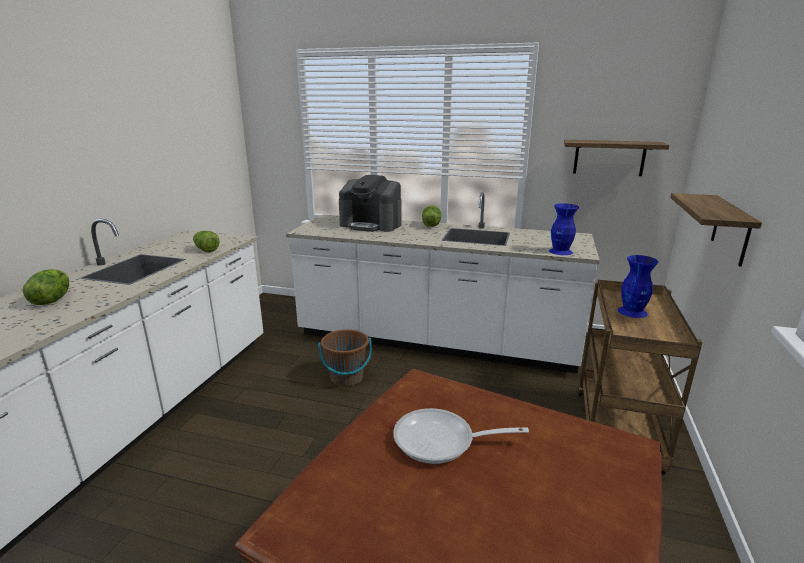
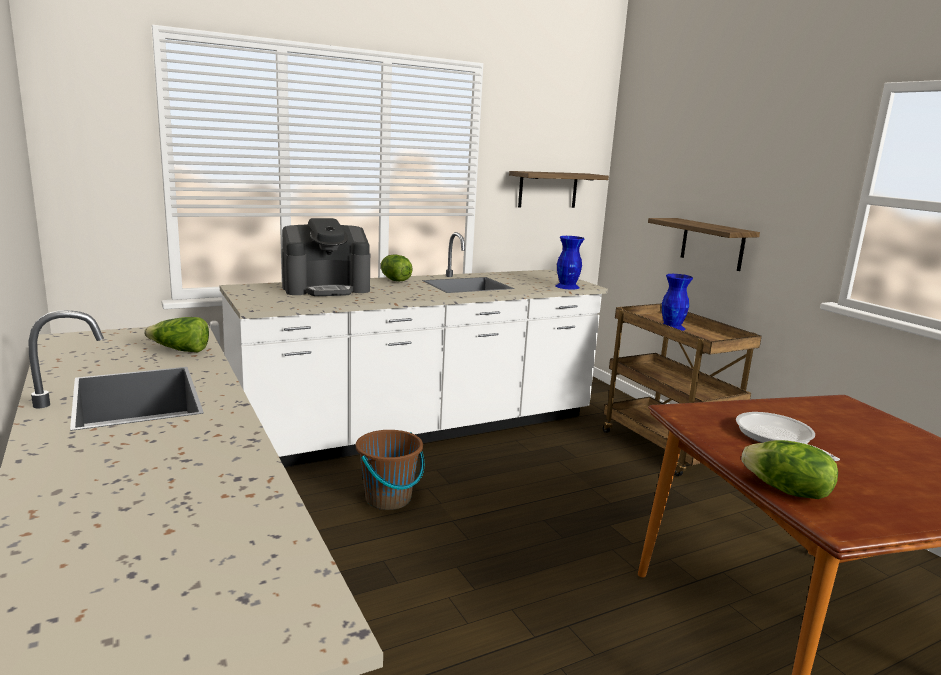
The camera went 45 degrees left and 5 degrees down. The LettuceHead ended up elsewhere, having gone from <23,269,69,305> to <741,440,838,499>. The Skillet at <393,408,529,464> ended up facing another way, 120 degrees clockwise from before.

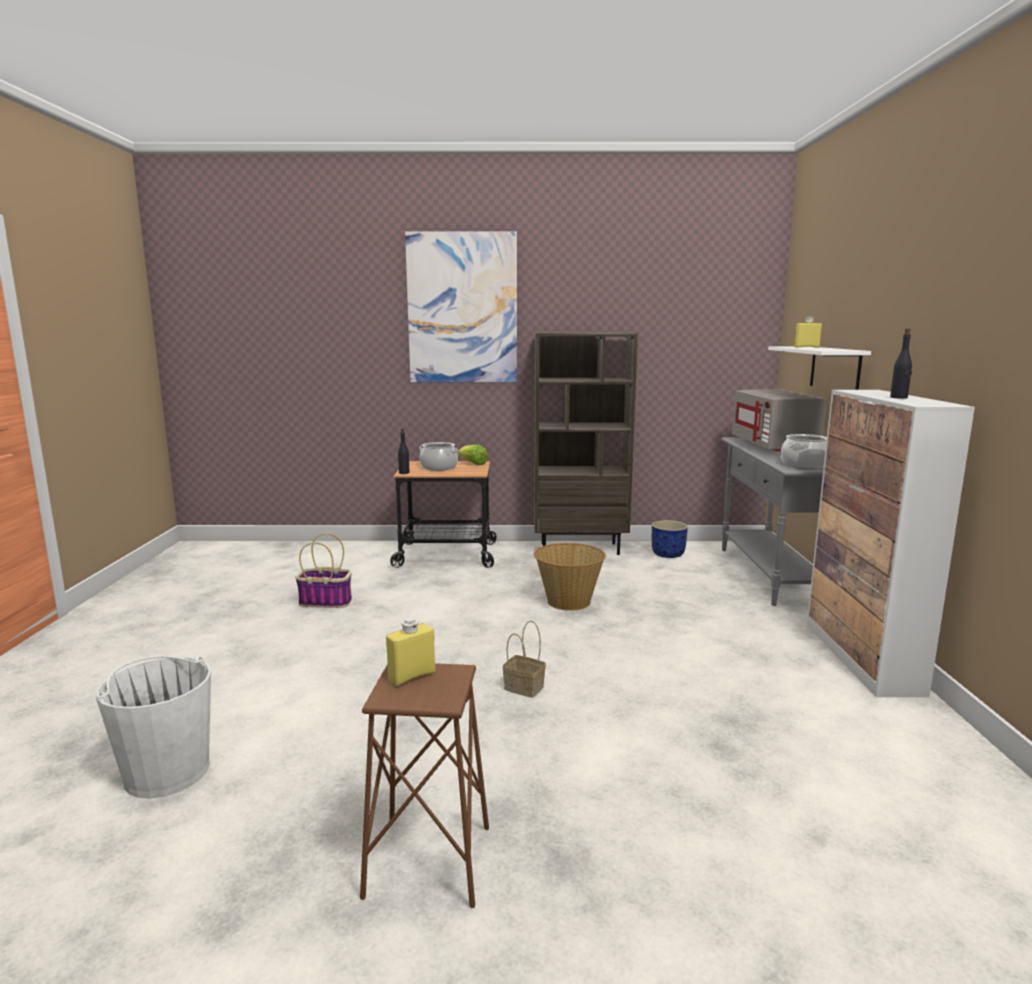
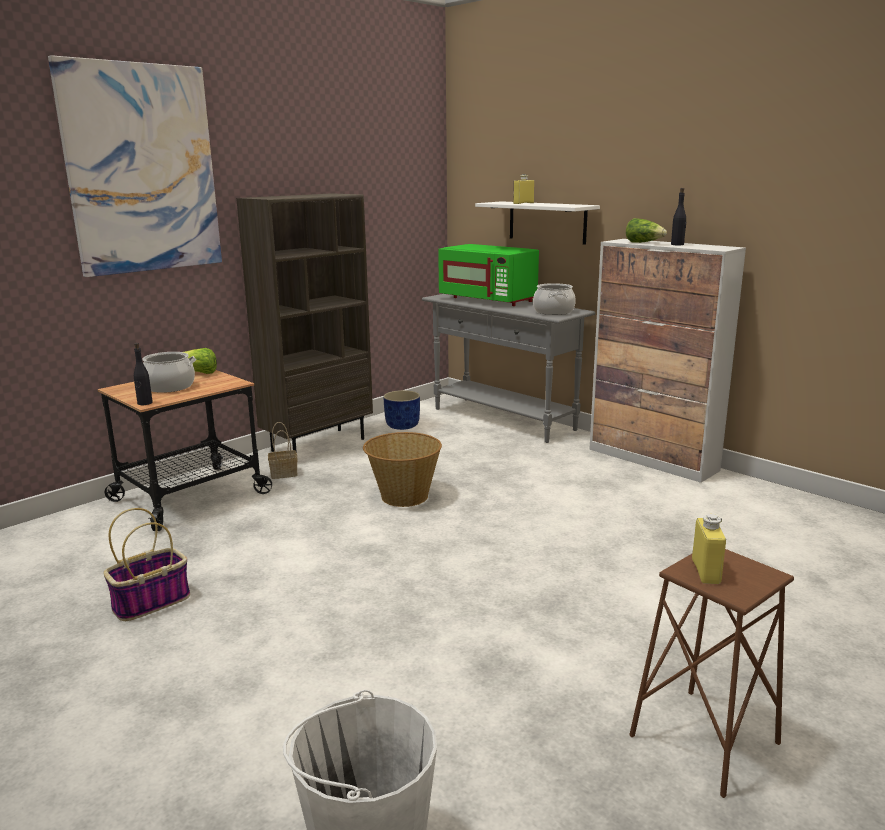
The camera went 45 degrees left and 5 degrees up. The second view gained the LettuceHead at <626,218,667,243>. The Basket ended up elsewhere, having gone from <503,621,546,698> to <268,422,298,479>. What was the GreyishKitchenMicrowave at <732,389,827,455> turned into the GreenishKitchenMicrowave at <438,244,539,306>.

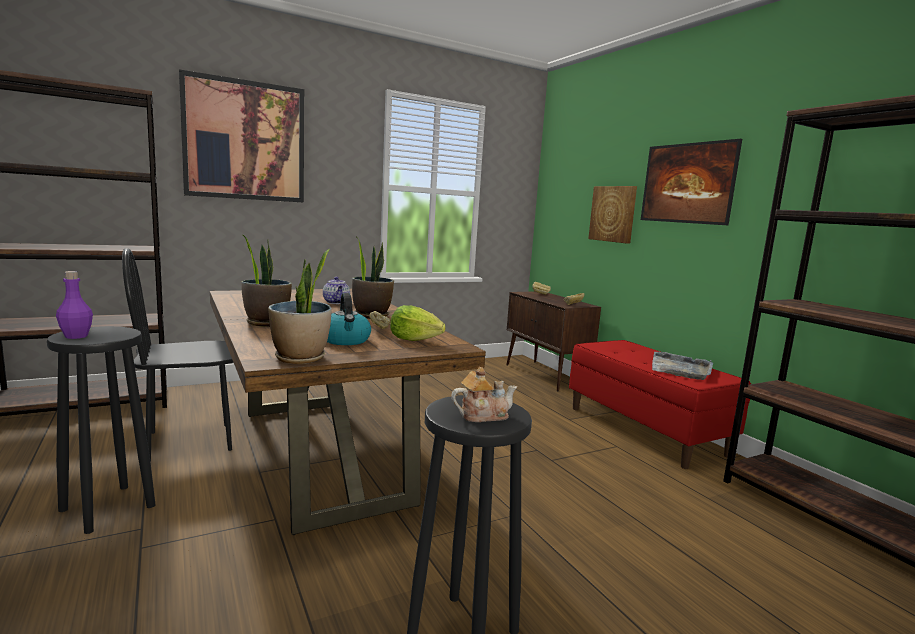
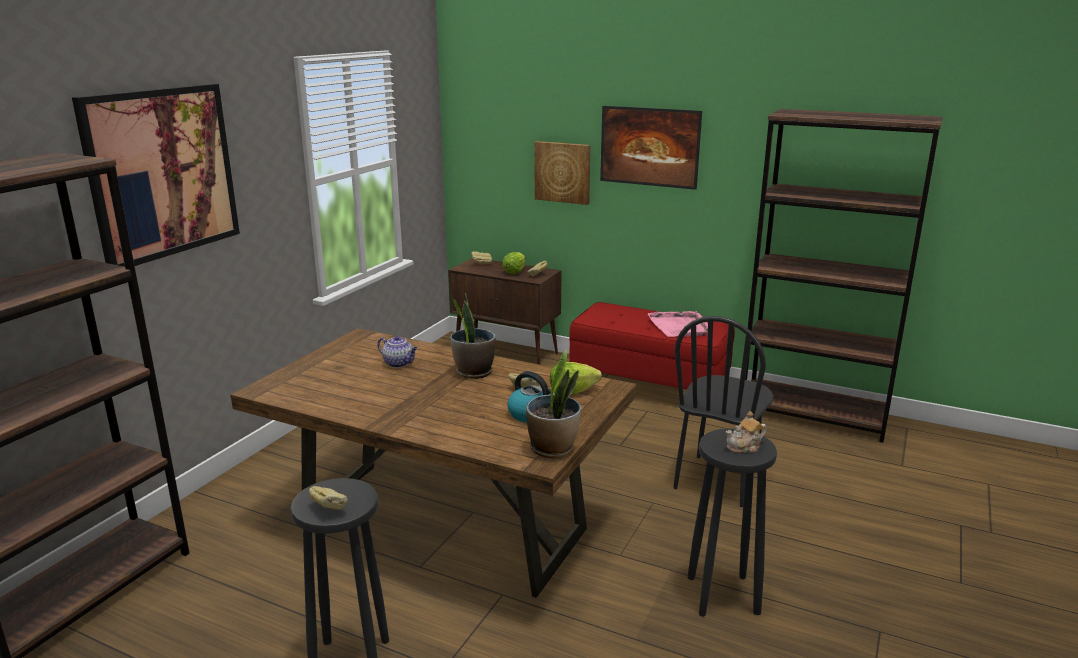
The camera went 35 degrees left and 10 degrees up. The second view lost the PlantInAPot at <241,234,292,327>. The second view gained the LettuceHead at <502,252,525,274>. The BlackColouredChair ended up elsewhere, having gone from <122,248,233,462> to <673,316,773,507>. Where the PurpleColouredBottle stood at <56,271,93,339>, the Bread came to stand at <309,486,348,510>. What was the GreyishTray at <652,352,713,380> turned into the PinkishTray at <648,311,708,337>. The Teapot at <451,367,517,422> ended up facing another way, 150 degrees counterclockwise from before.

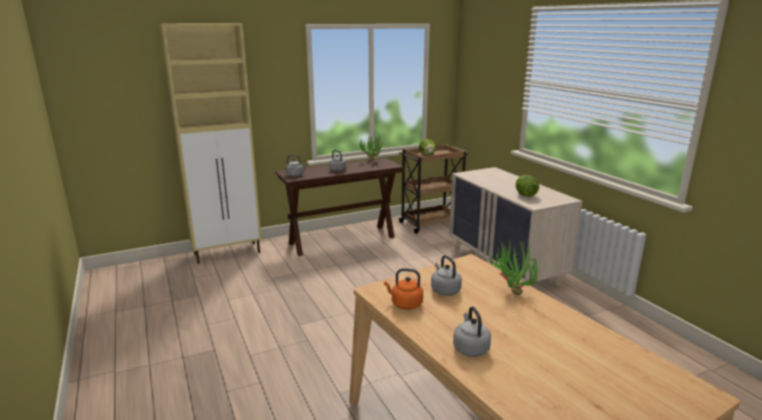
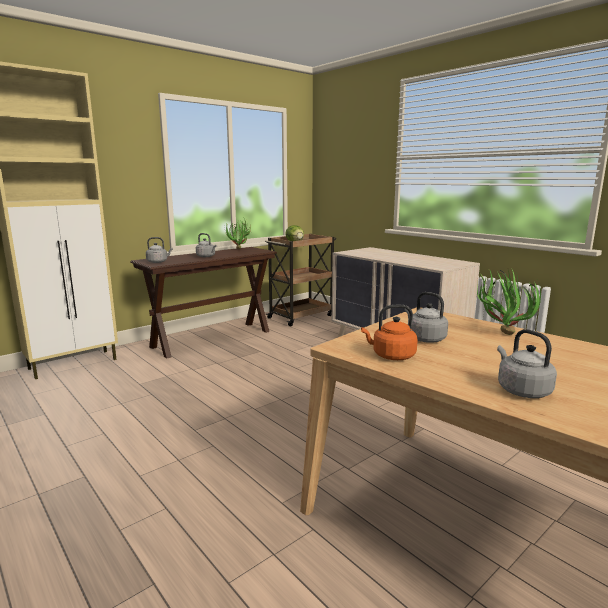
The camera went 15 degrees left and 5 degrees down. The second view lost the LettuceHead at <516,175,539,197>.

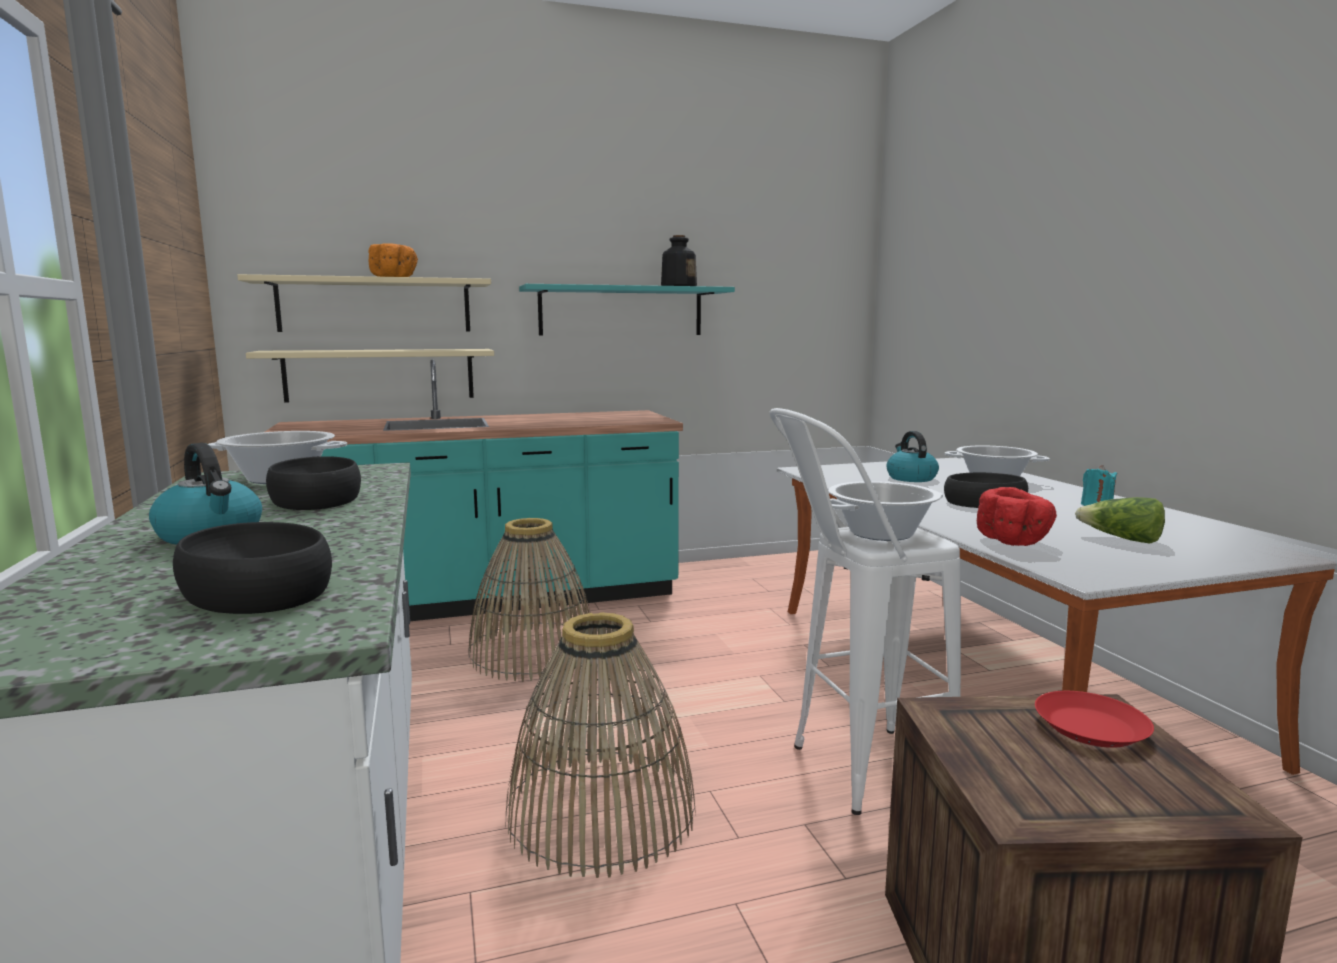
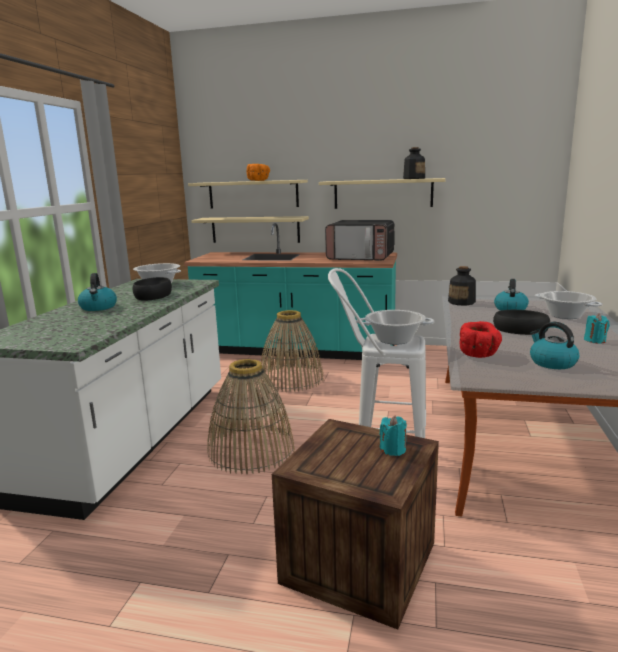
The camera went 30 degrees right and 5 degrees up. The second view lost the BlackColouredServingBowl at <173,522,332,614>. The second view gained the KitchenMicrowave at <325,220,395,261>. The second view gained the Bottle at <448,266,476,305>. Where the ReddishDinnerPlate stood at <1035,691,1154,748>, the TurquoiseWaxCandle came to stand at <380,415,407,456>. Where the LettuceHead stood at <1075,497,1165,544>, the Kettle came to stand at <530,322,579,369>. What was the TurquoiseShelf at <519,284,735,336> turned into the BeigeShelf at <319,178,446,209>.

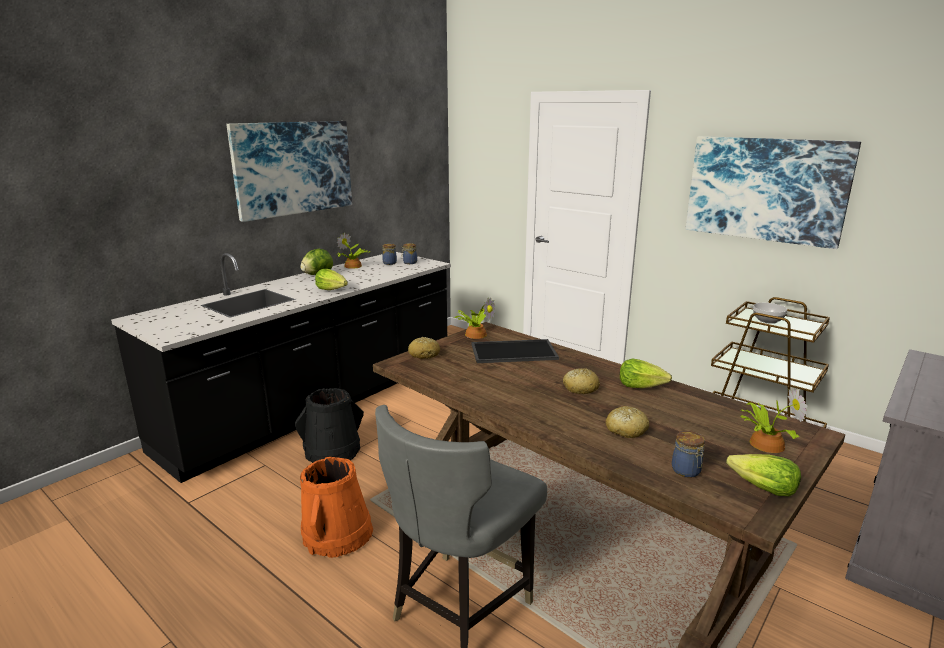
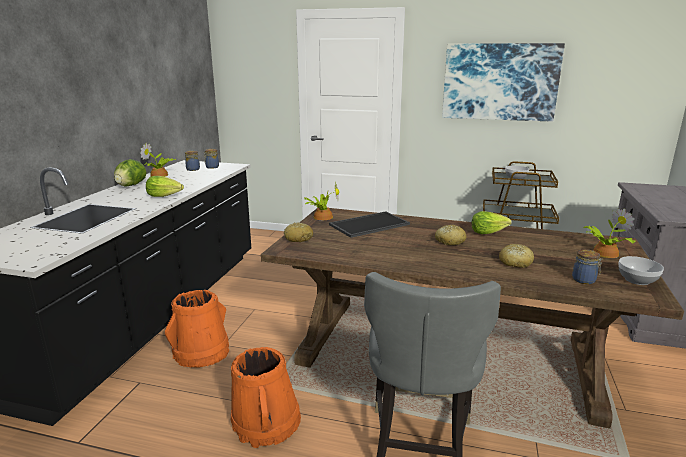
The camera went 25 degrees left and 0 degrees up. The second view lost the WallPicture at <226,121,352,222>. Where the LettuceHead stood at <726,454,801,496>, the ServingBowl came to stand at <618,256,664,285>. What was the BlackColouredPail at <295,388,364,463> turned into the OrangeColouredPail at <165,290,229,368>.

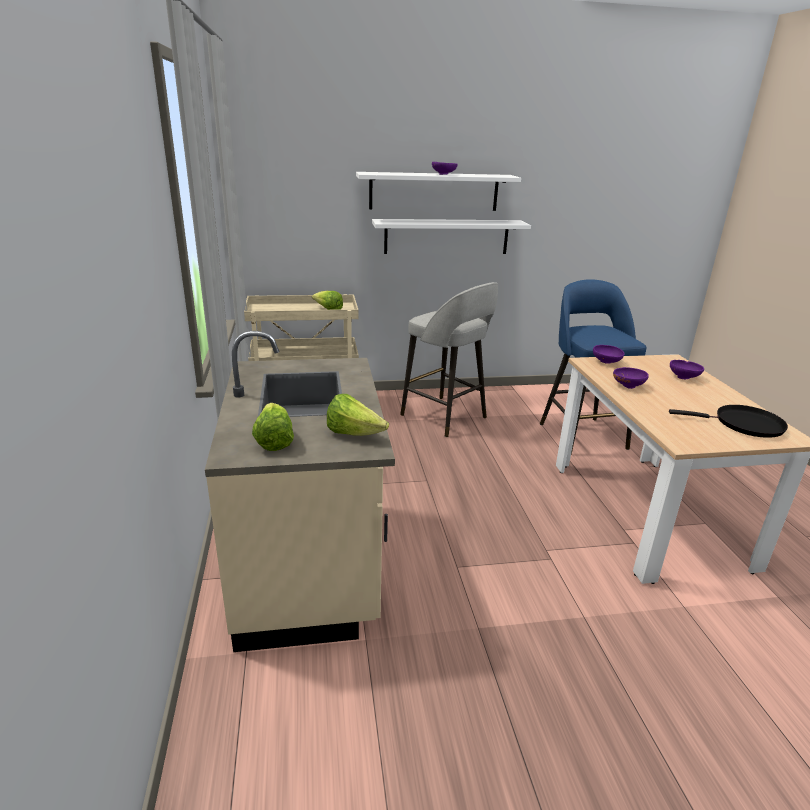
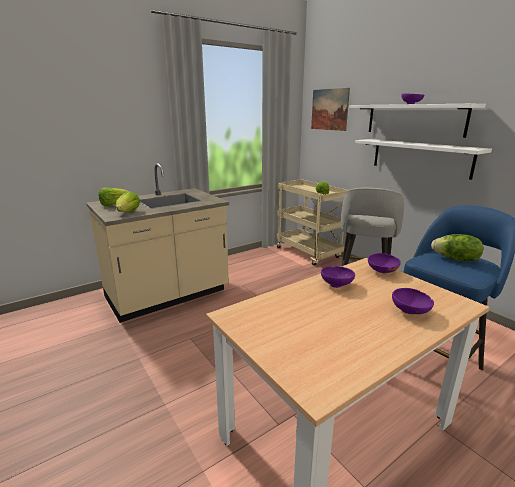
The camera went 65 degrees right and 5 degrees down. The second view lost the BlackColouredSkillet at <669,405,788,438>. The second view gained the WallPicture at <311,88,350,131>. The second view gained the LettuceHead at <431,234,483,261>.

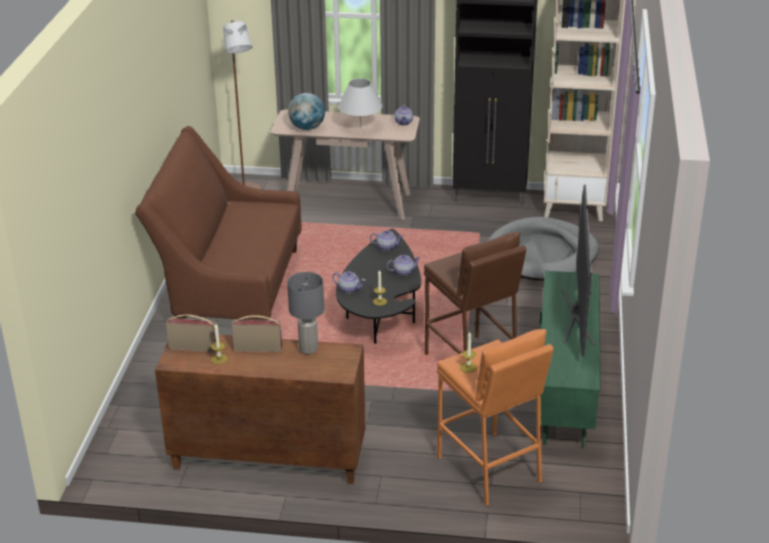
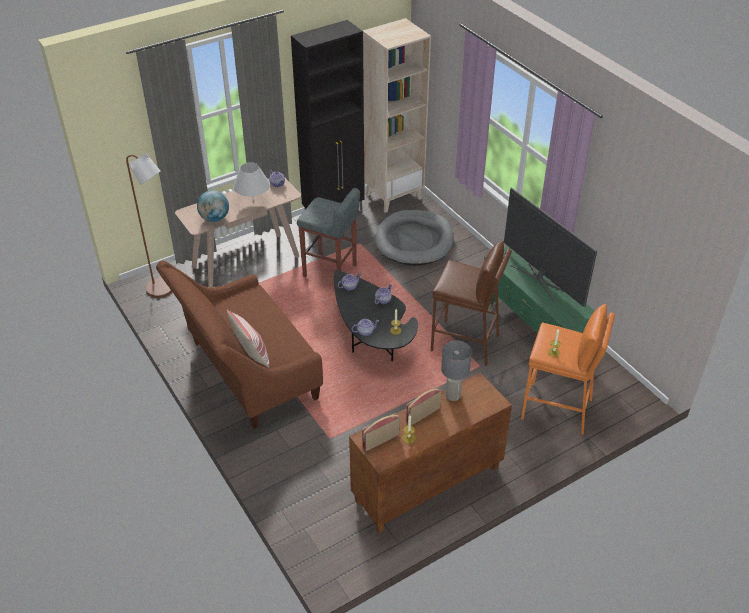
The camera went 40 degrees left and 10 degrees up. The second view gained the ThrowPillow at <227,310,270,368>. The second view gained the GreyishStool at <297,188,360,277>.

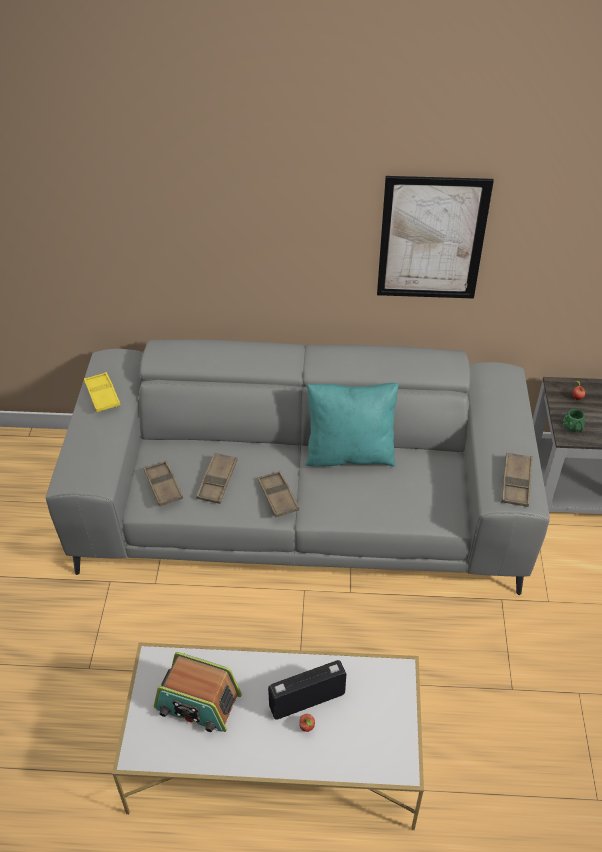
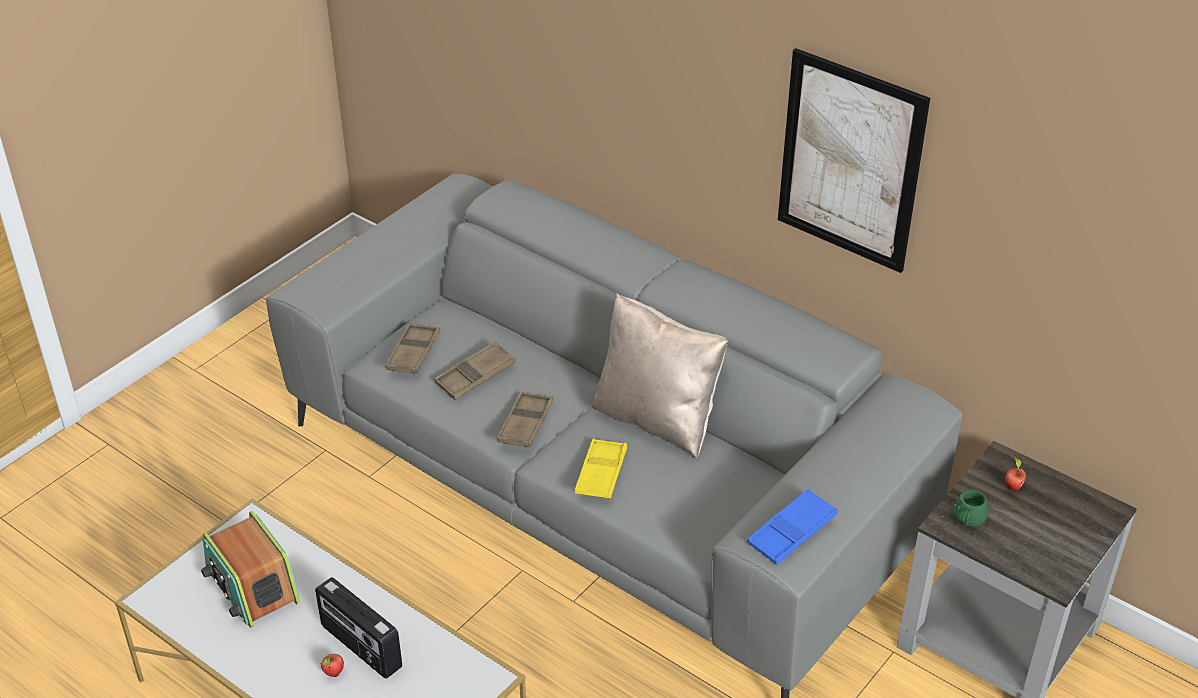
The camera went 35 degrees right and 5 degrees down. The YellowishTray ended up elsewhere, having gone from <84,372,120,412> to <575,439,627,498>. What was the TurquoiseThrowPillow at <305,383,399,467> turned into the BeigeThrowPillow at <591,293,728,459>. What was the BrownTray at <501,452,533,507> turned into the BlueColouredTray at <747,489,838,565>. The Radio at <268,660,346,720> ended up facing another way, 150 degrees counterclockwise from before.

